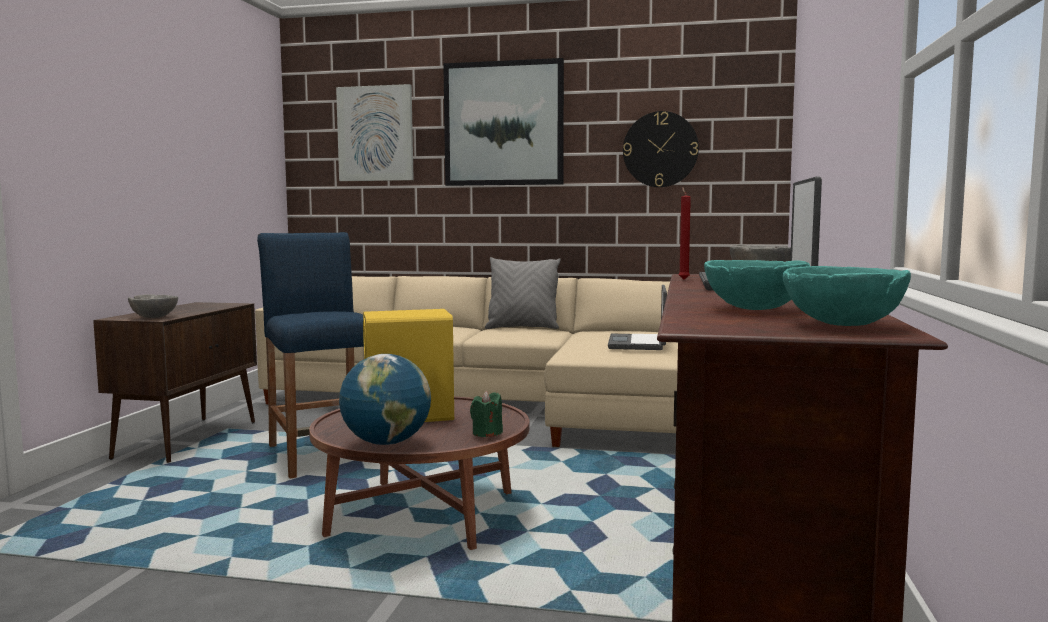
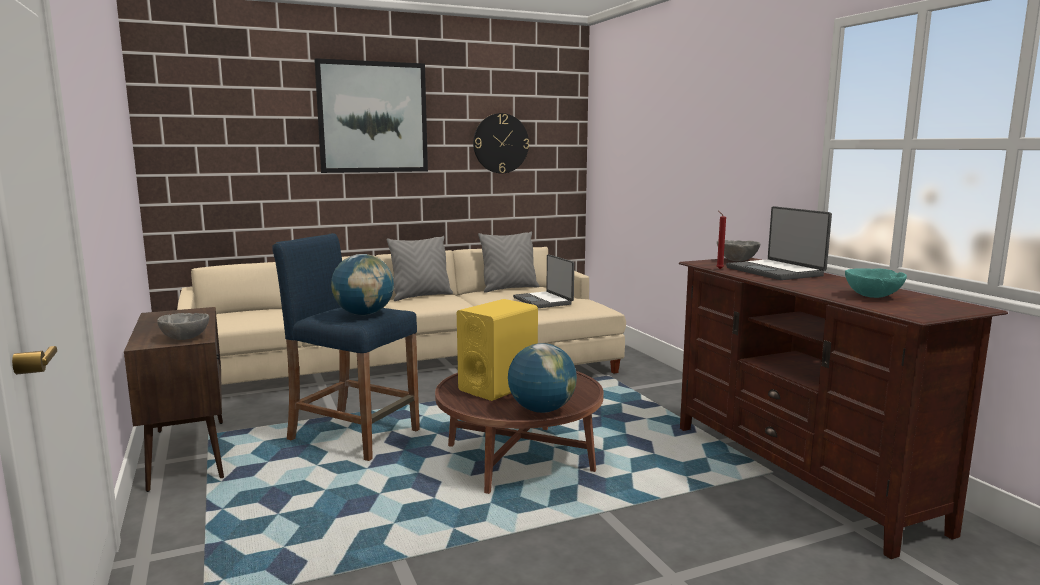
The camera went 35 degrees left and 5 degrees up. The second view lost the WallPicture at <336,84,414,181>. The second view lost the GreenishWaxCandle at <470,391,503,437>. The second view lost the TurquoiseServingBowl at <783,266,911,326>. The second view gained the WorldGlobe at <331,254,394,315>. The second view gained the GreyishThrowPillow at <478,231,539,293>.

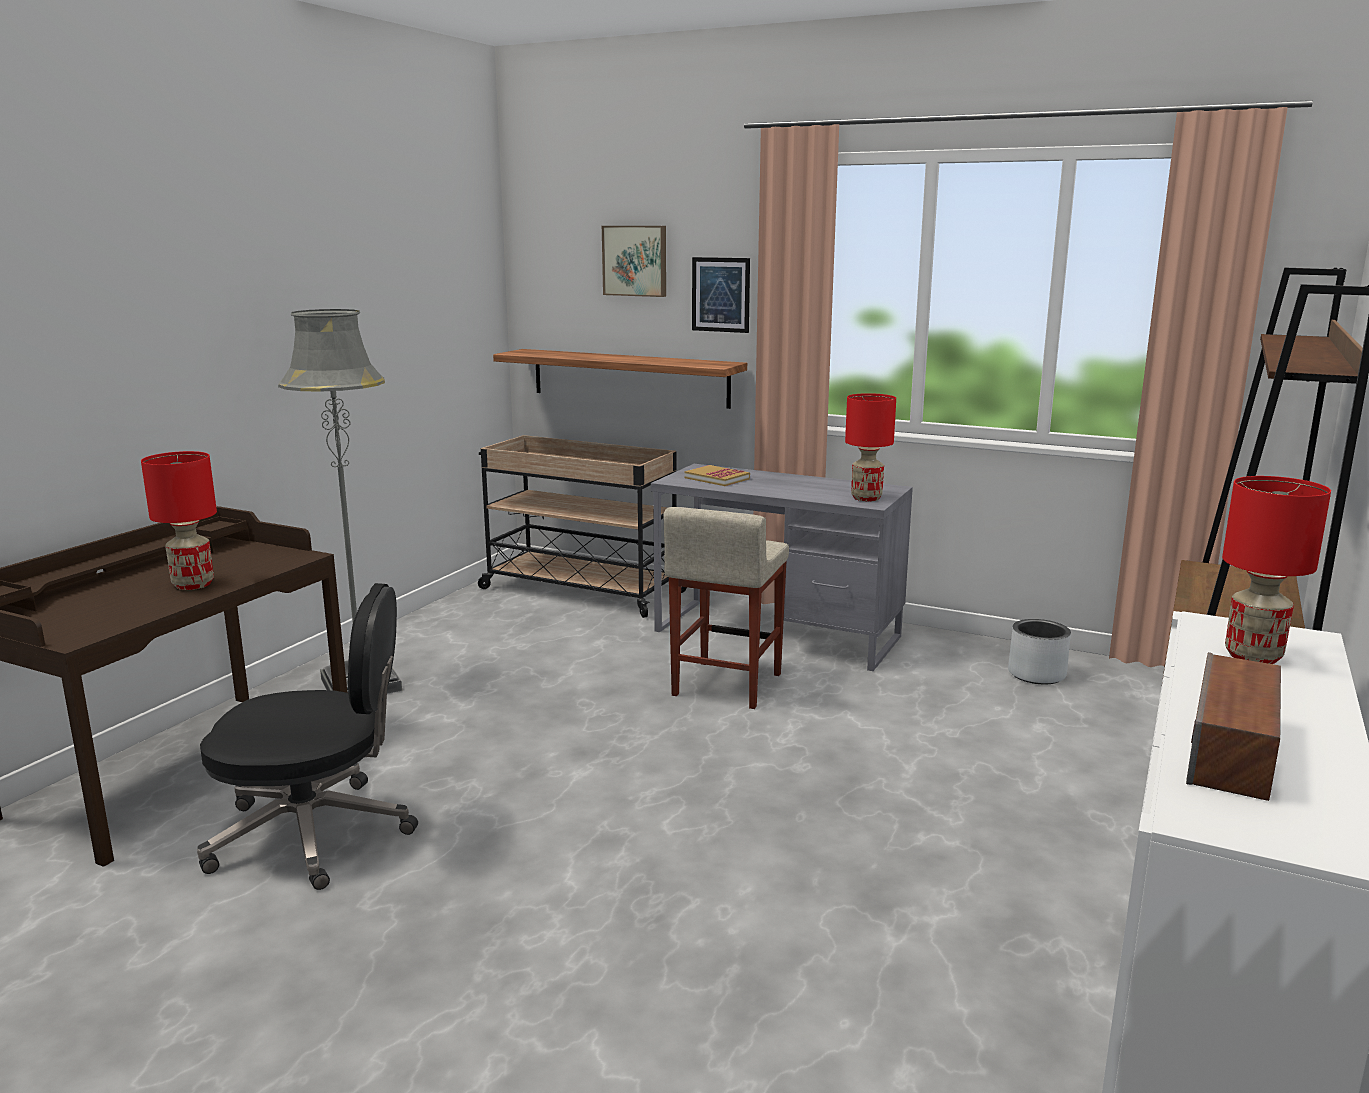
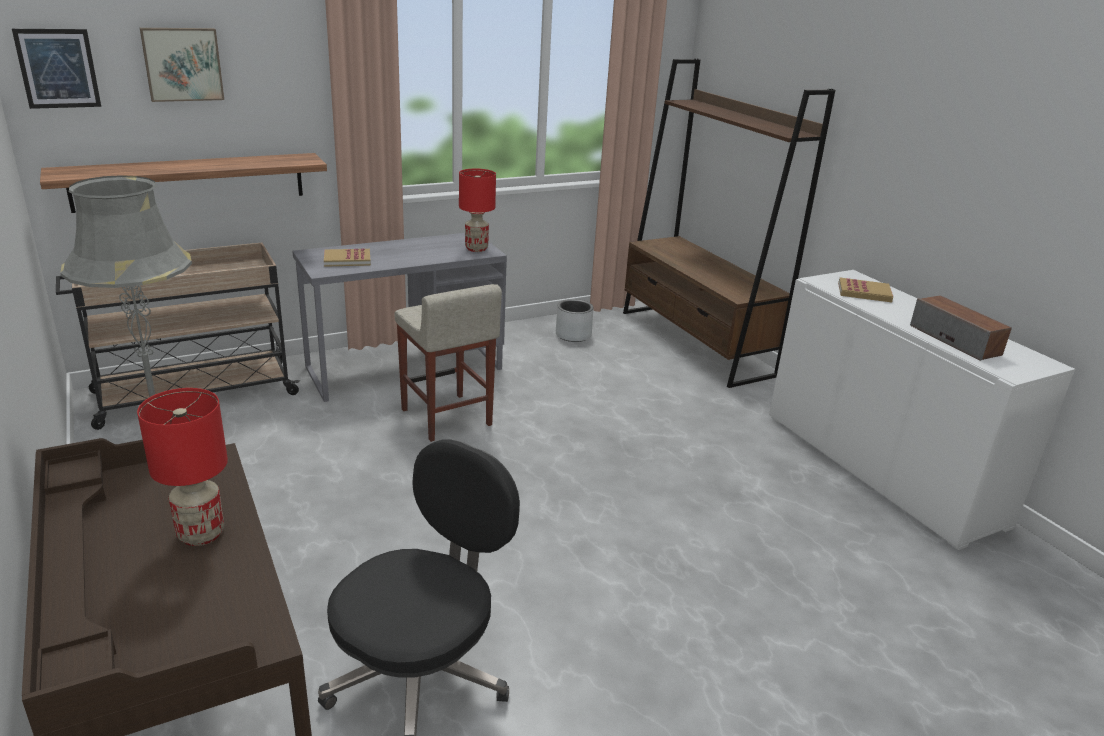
The camera went 55 degrees left and 10 degrees up. The WallPicture ended up elsewhere, having gone from <692,257,750,333> to <12,29,101,109>. Where the ReddishLampForATable stood at <1222,476,1331,664>, the BoundBook came to stand at <838,278,893,303>.

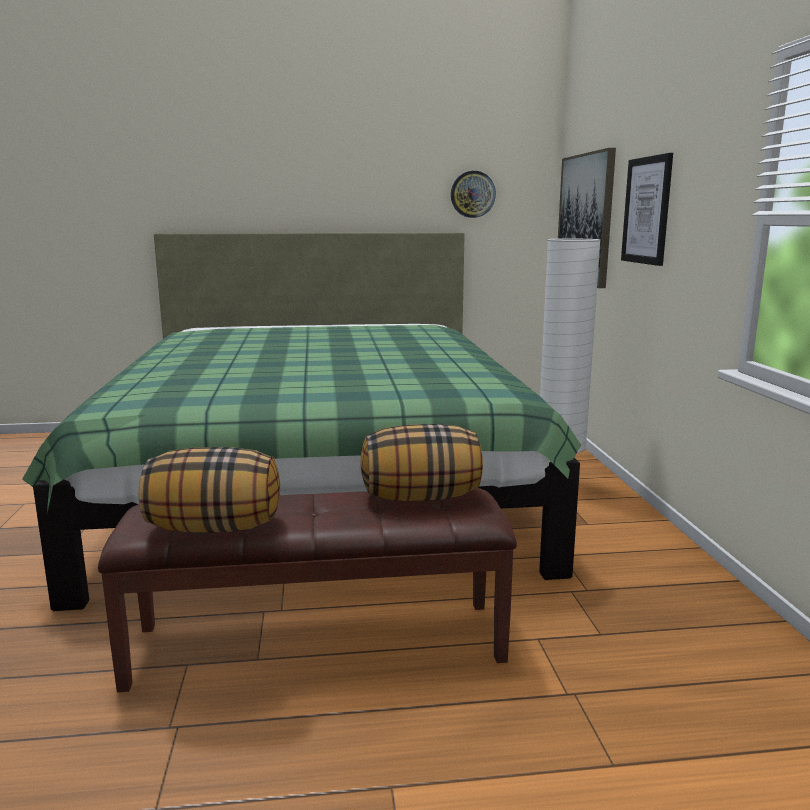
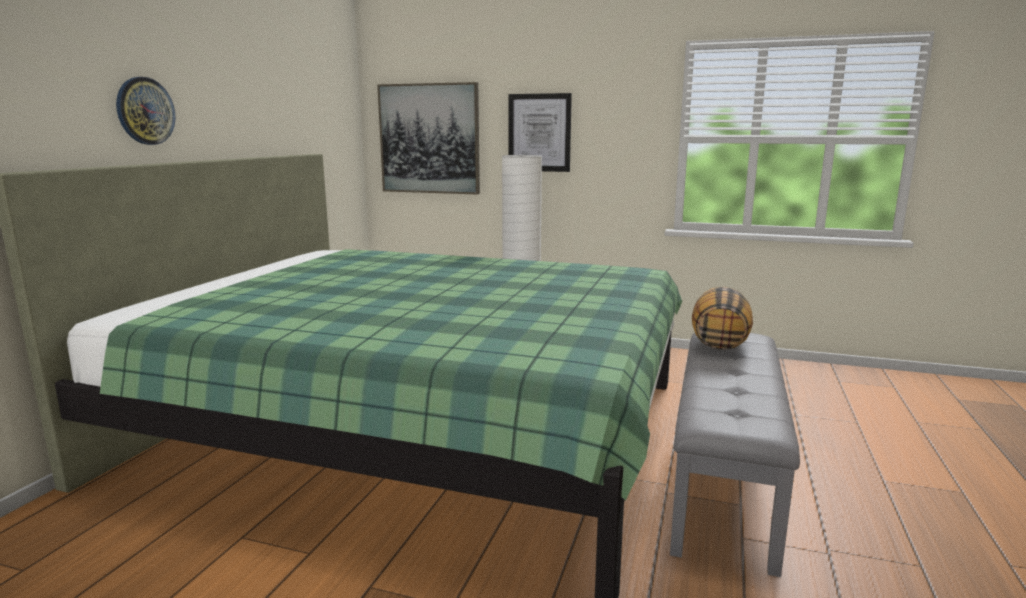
The camera went 65 degrees left and 0 degrees up. The second view lost the ThrowPillow at <139,447,280,533>. The ClockOnTheWall ended up elsewhere, having gone from <451,171,496,218> to <116,77,175,145>. What was the BrownBench at <98,488,517,692> turned into the GreyishBench at <670,333,800,577>.

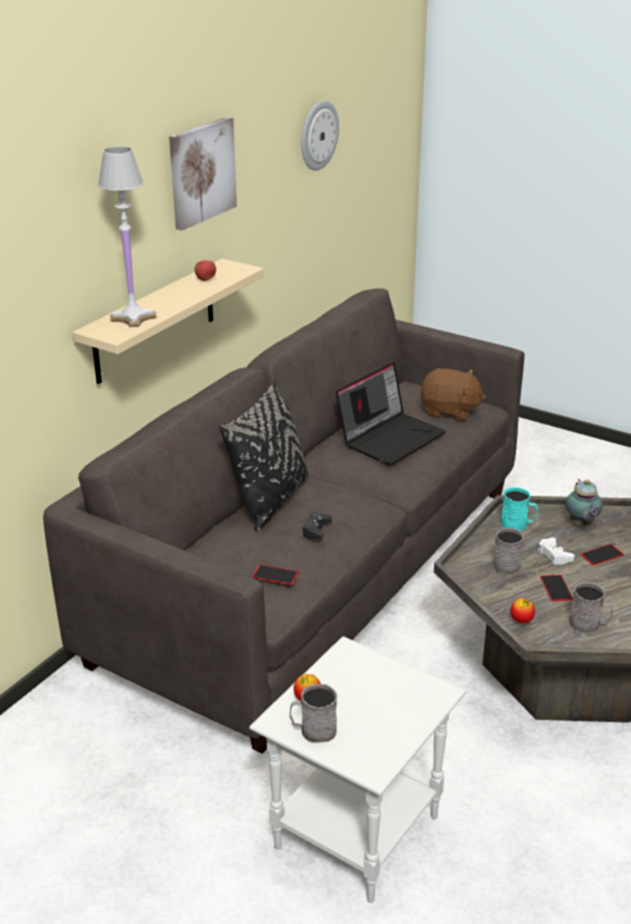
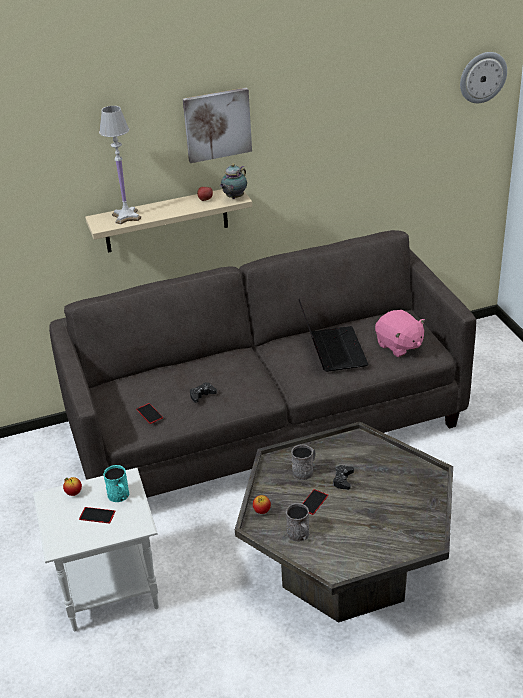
The camera went 40 degrees right and 5 degrees up. The second view lost the BlackColouredThrowPillow at <219,381,308,532>. The second view lost the GreyishMug at <290,684,337,743>. The ClockOnTheWall ended up elsewhere, having gone from <301,100,339,171> to <460,52,507,103>. The TurquoiseMug ended up elsewhere, having gone from <501,487,538,531> to <103,465,129,502>. The Teapot ended up elsewhere, having gone from <566,479,603,526> to <220,164,247,199>. The Phone ended up elsewhere, having gone from <580,544,624,565> to <79,507,116,524>. What was the BrownPlushToy at <420,368,486,421> turned into the PinkishPlushToy at <375,310,425,357>. What was the WhiteJoypad at <537,537,575,565> turned into the BlackColouredJoypad at <333,465,354,490>. The PortableComputer at <336,362,446,465> ended up facing another way, 90 degrees counterclockwise from before.

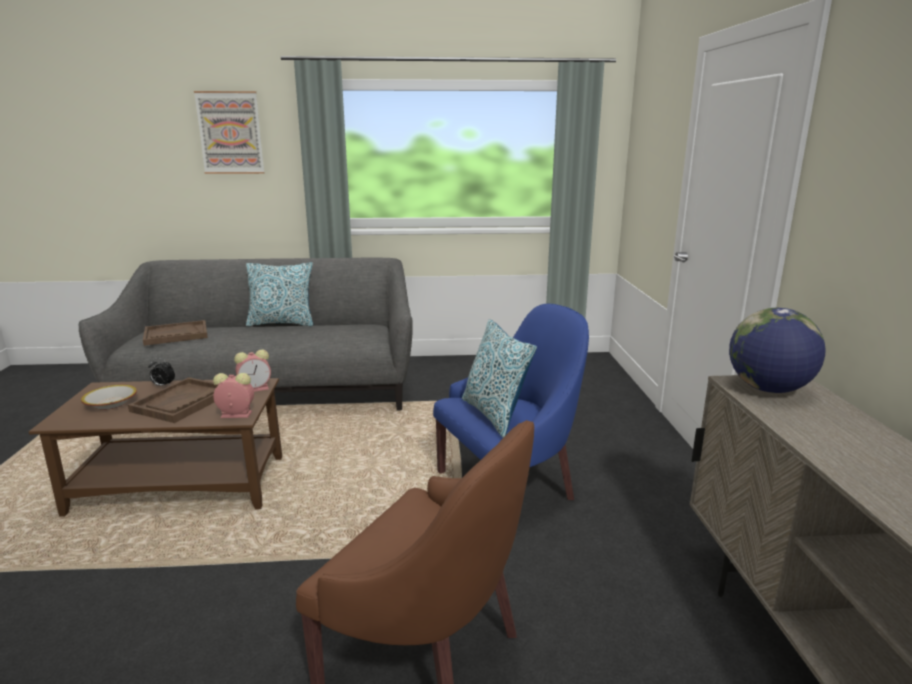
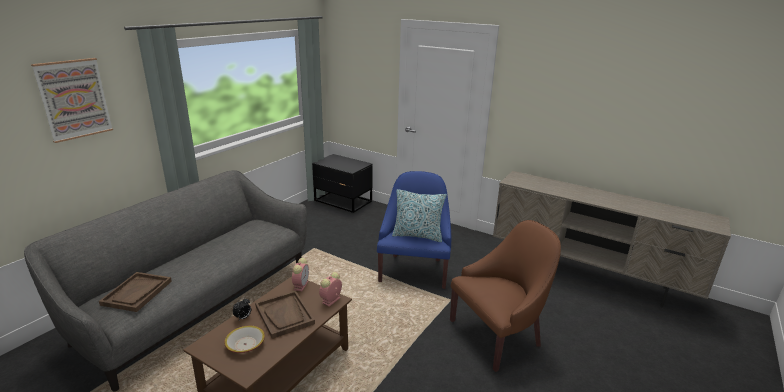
The camera went 55 degrees left and 5 degrees up. The second view lost the ThrowPillow at <246,262,313,326>. The second view lost the WorldGlobe at <729,308,826,393>. The second view gained the BlackColouredBedsideTable at <312,154,373,213>.

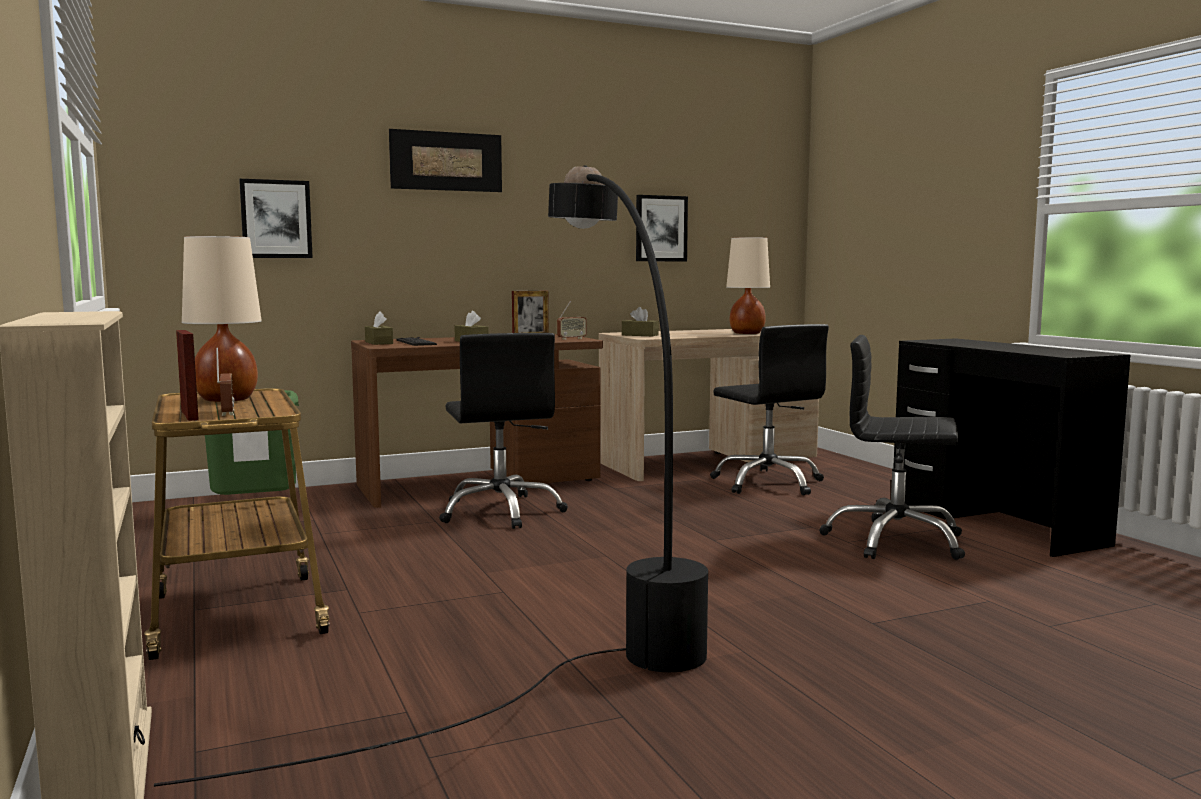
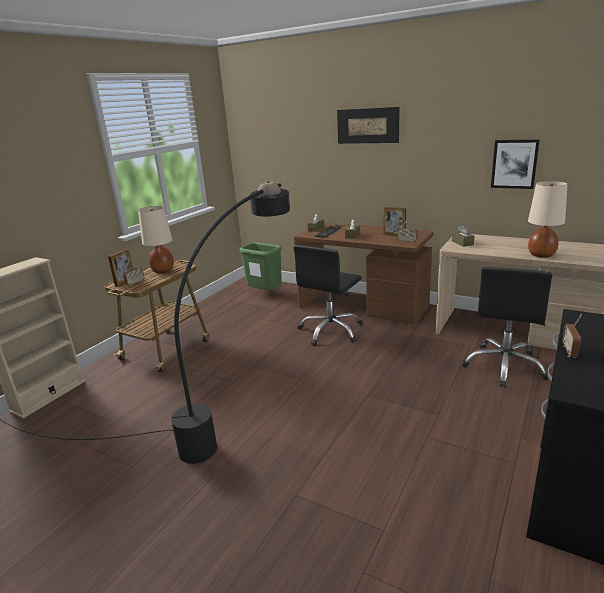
The camera went 55 degrees right and 15 degrees up. The second view lost the WallPicture at <239,179,313,258>. The second view lost the BlackColouredComputerChair at <820,335,965,560>. The second view gained the Radio at <563,314,582,358>.

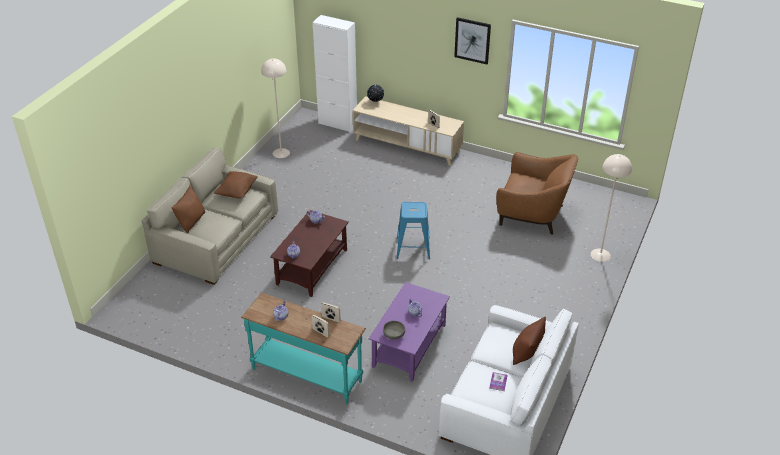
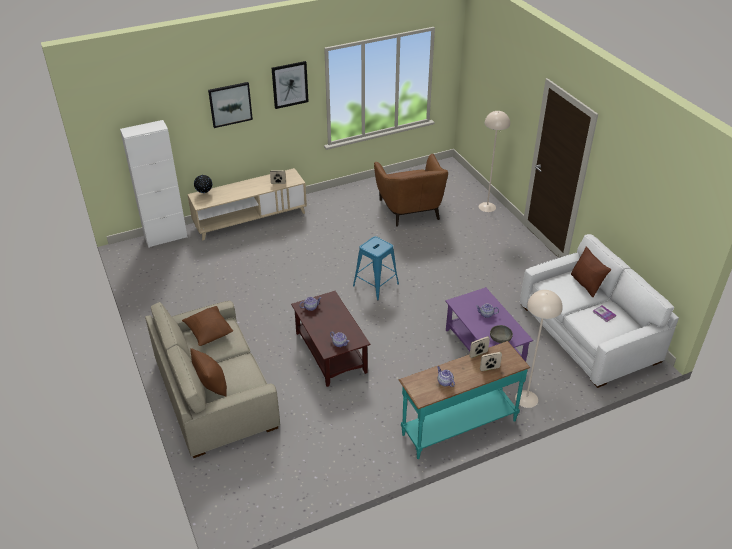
The camera went 50 degrees left and 0 degrees up. The second view gained the WallPicture at <208,82,253,128>. The BeigeStandingLamp ended up elsewhere, having gone from <261,59,290,158> to <515,290,563,408>. The BrownLoungeChair at <496,152,578,235> ended up facing another way, 105 degrees clockwise from before.

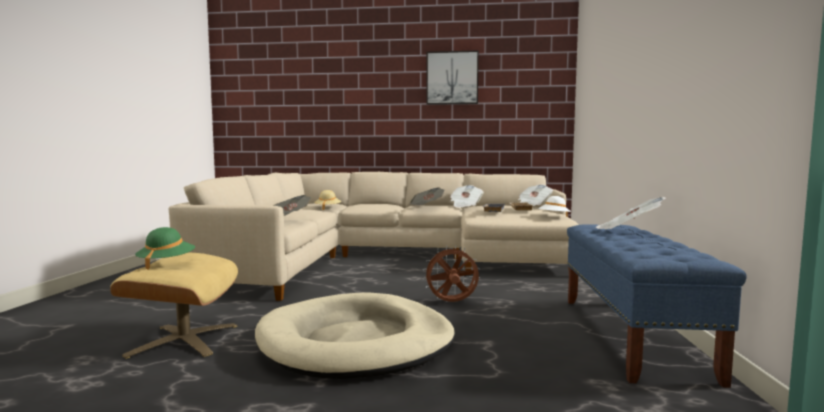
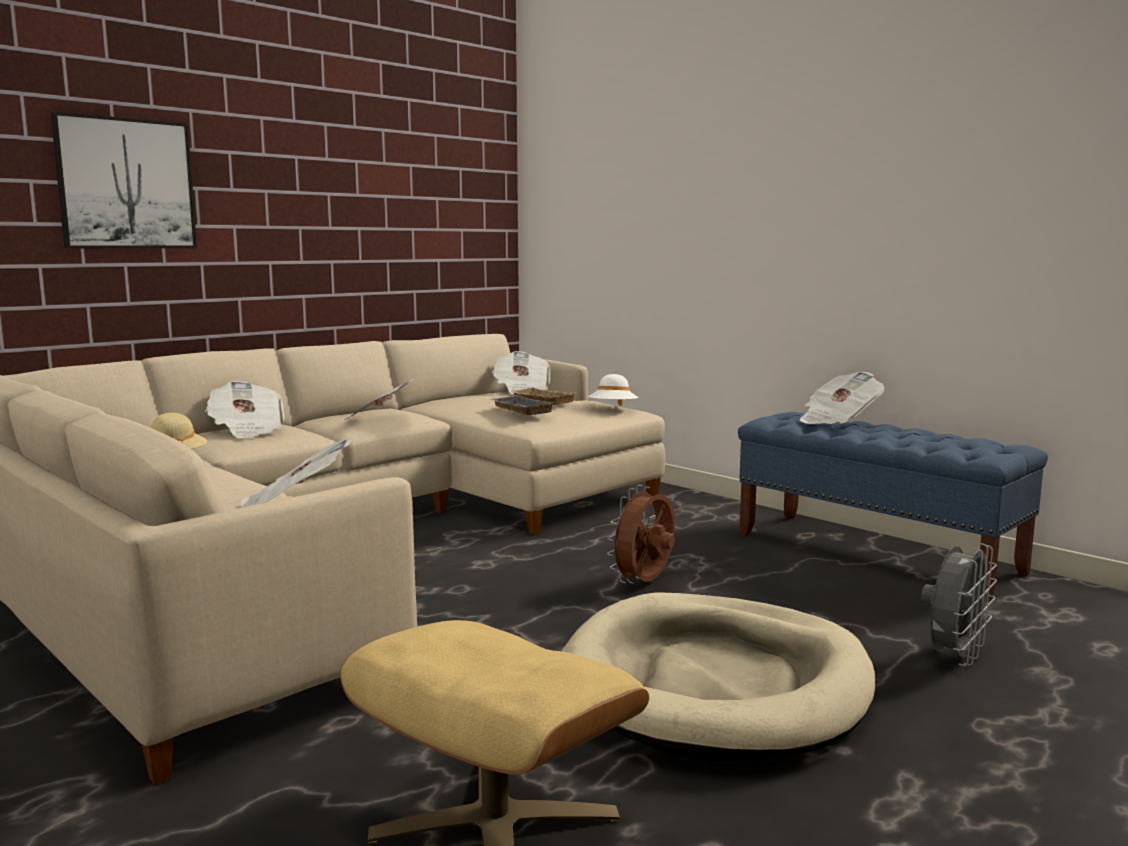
The camera went 50 degrees left and 5 degrees up. The second view lost the GreenishClothingHat at <135,227,195,270>. The second view gained the GreyishCoolingFan at <921,543,997,666>. The WallPicture ended up elsewhere, having gone from <426,50,479,105> to <51,111,197,248>. The DailyPaper ended up elsewhere, having gone from <450,185,484,207> to <205,381,285,439>.

